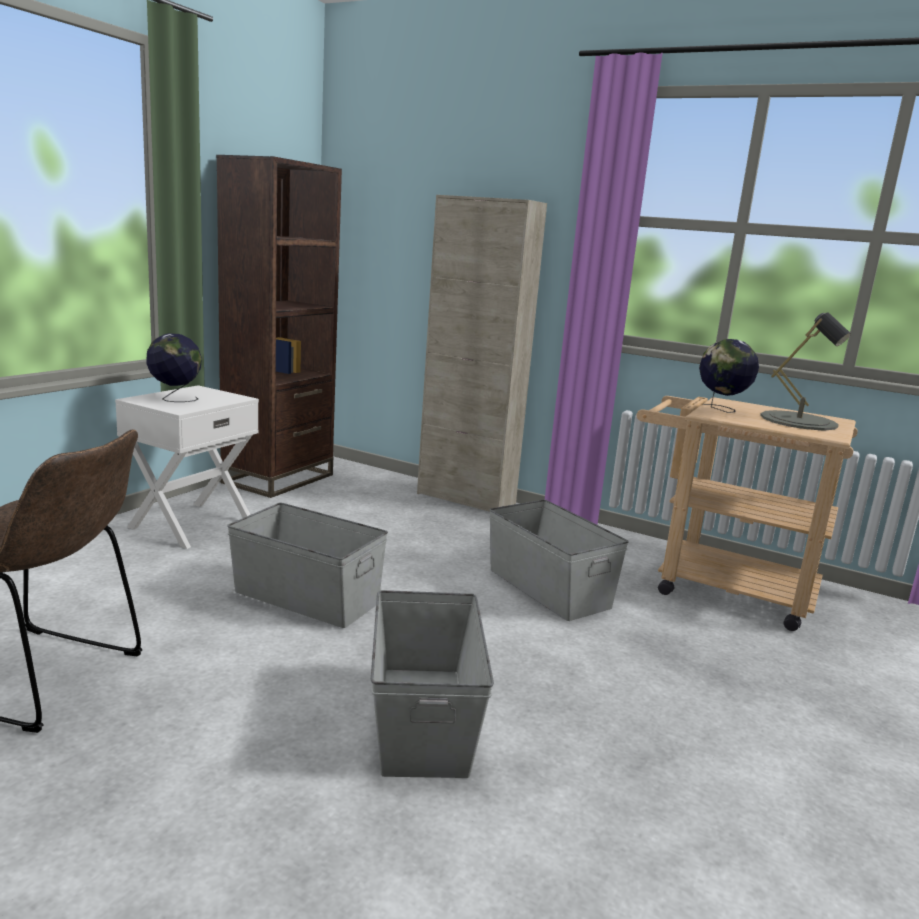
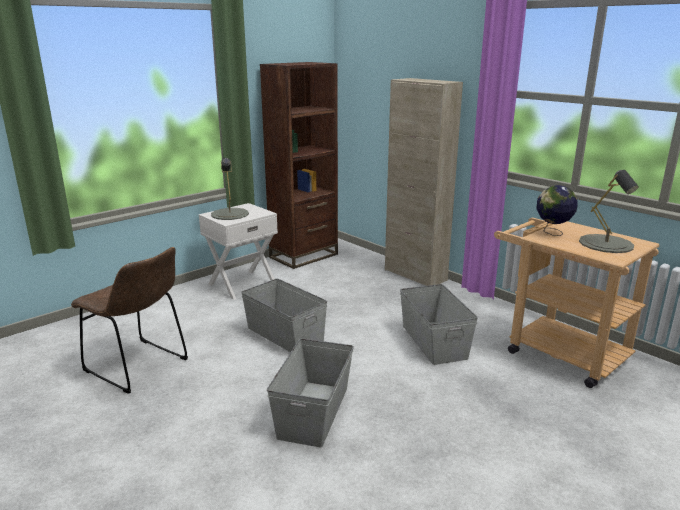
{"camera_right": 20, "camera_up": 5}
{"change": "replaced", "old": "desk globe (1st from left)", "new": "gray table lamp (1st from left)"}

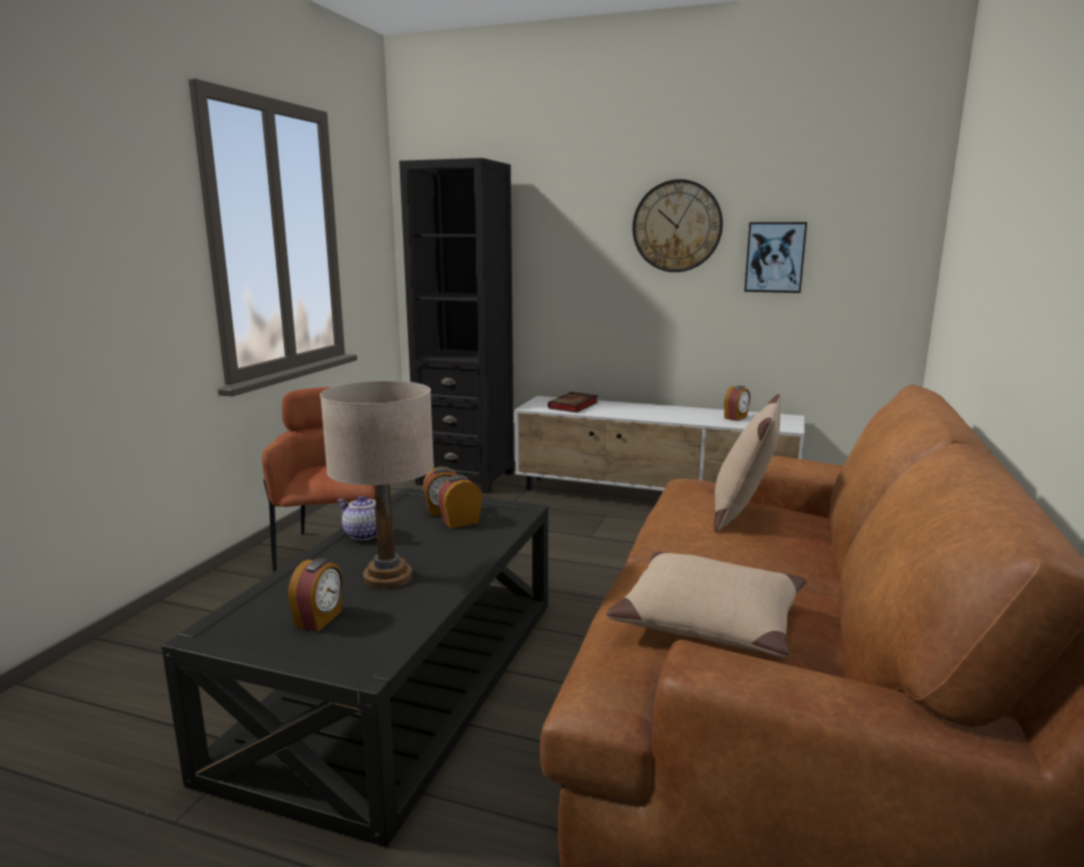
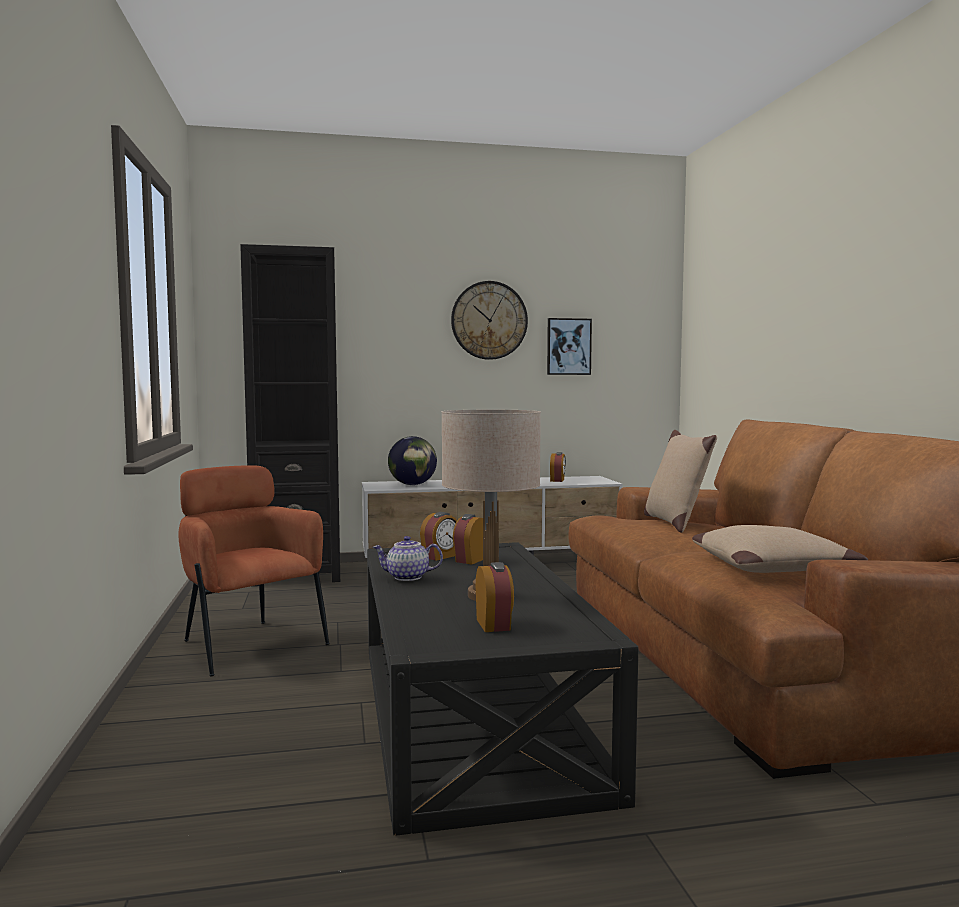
{"camera_right": -30, "camera_up": -10}
{"change": "replaced", "old": "bound book", "new": "desk globe"}

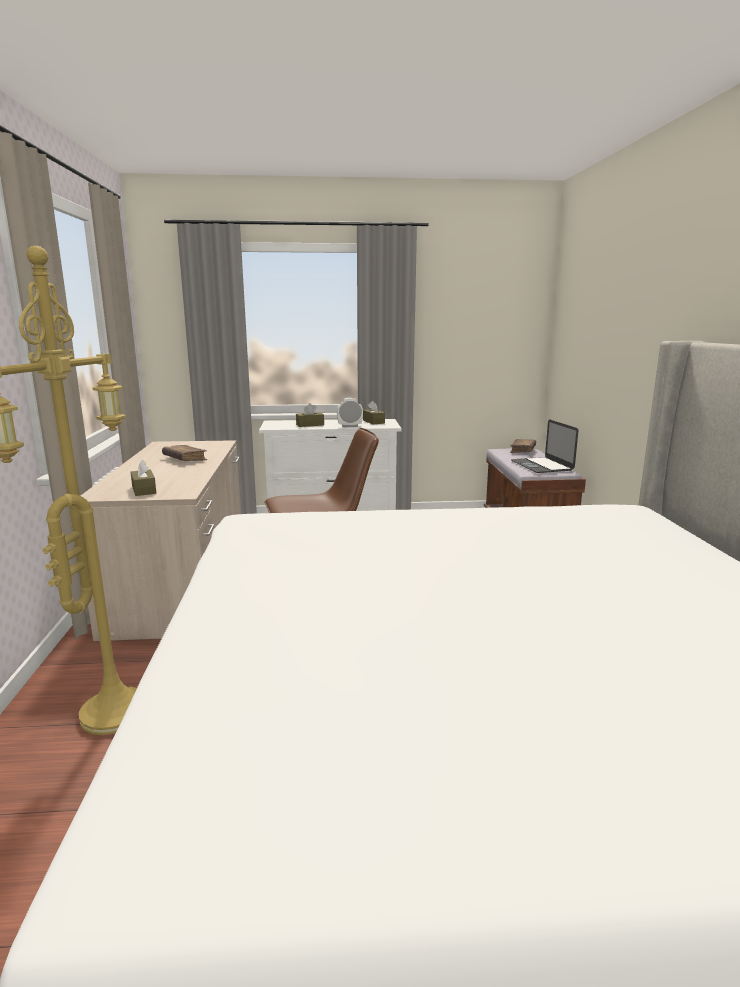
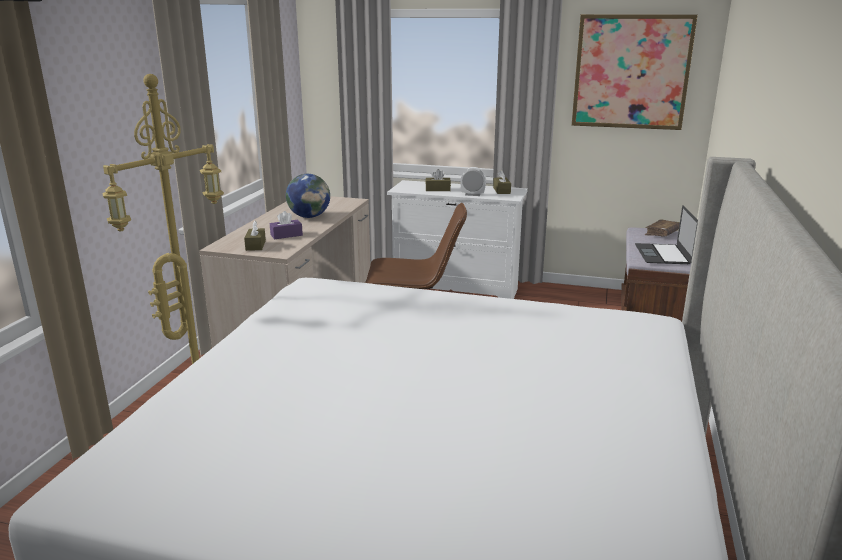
{"camera_right": 20, "camera_up": 5}
{"change": "replaced", "old": "brown bound book (1st from left)", "new": "desk globe"}
{"change": "added", "new": "wall art"}
{"change": "added", "new": "purple tissue holder"}

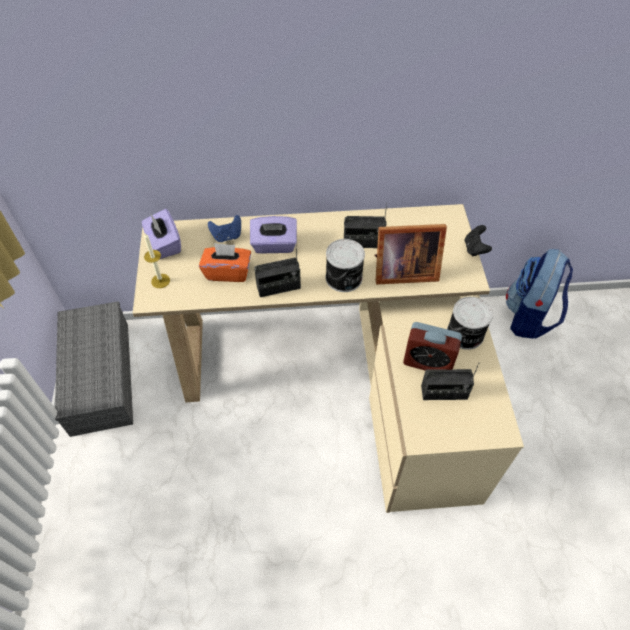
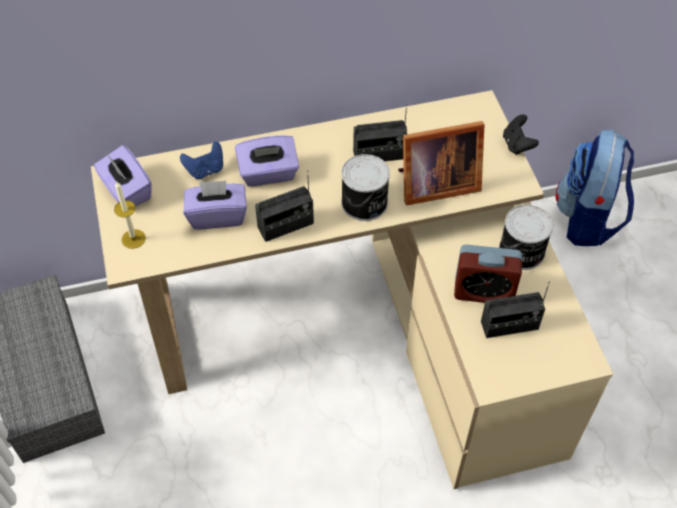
{"camera_right": -10, "camera_up": 0}
{"change": "recoloured", "old": "orange-coloured tissue holder", "new": "purple tissue holder (2nd from left)"}

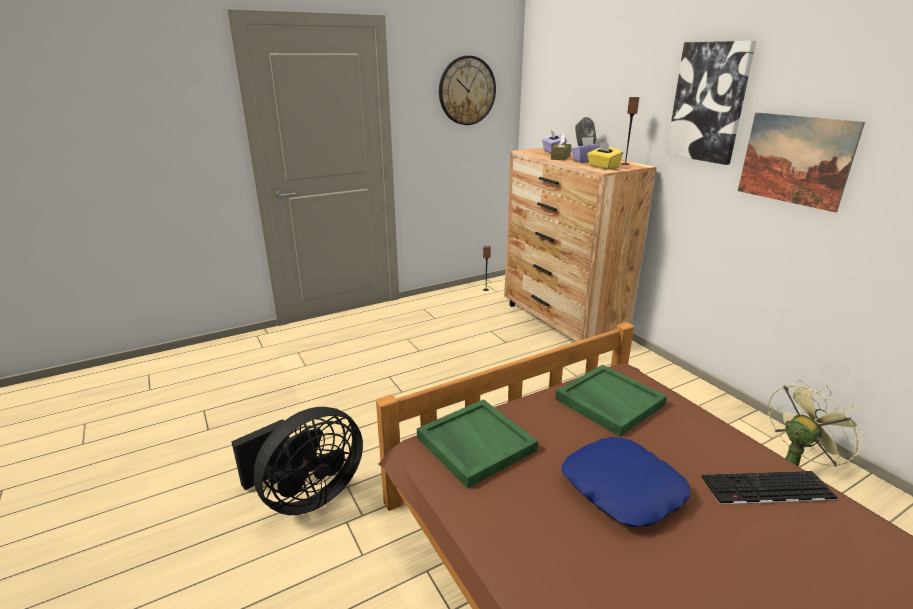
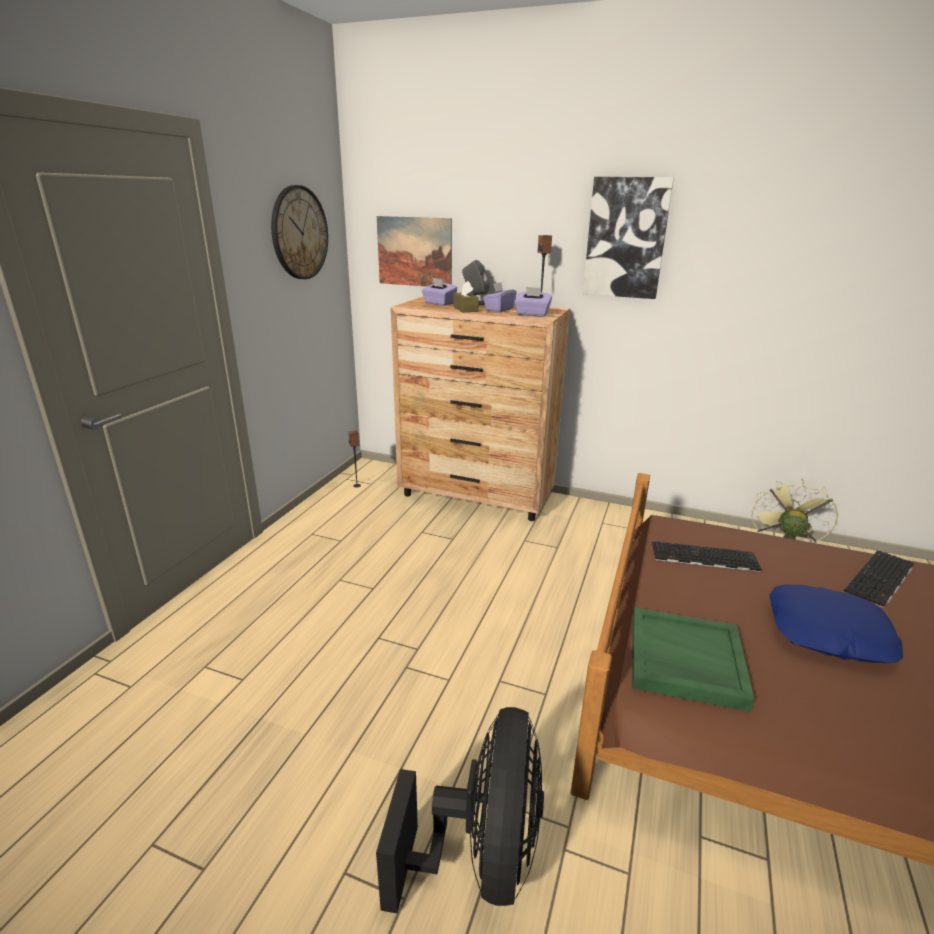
{"camera_right": -40, "camera_up": 0}
{"change": "moved", "old": "wall art (2nd from left in the first image)", "new": "wall art (1st from left)"}
{"change": "recoloured", "old": "yellow-coloured tissue holder", "new": "purple tissue holder (3rd from left)"}
{"change": "replaced", "old": "green-coloured tray (2nd from left)", "new": "PC keyboard (1st from left)"}

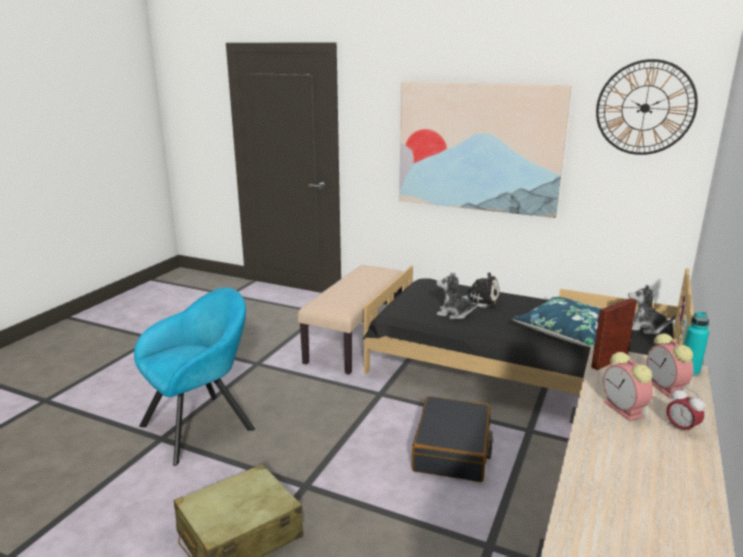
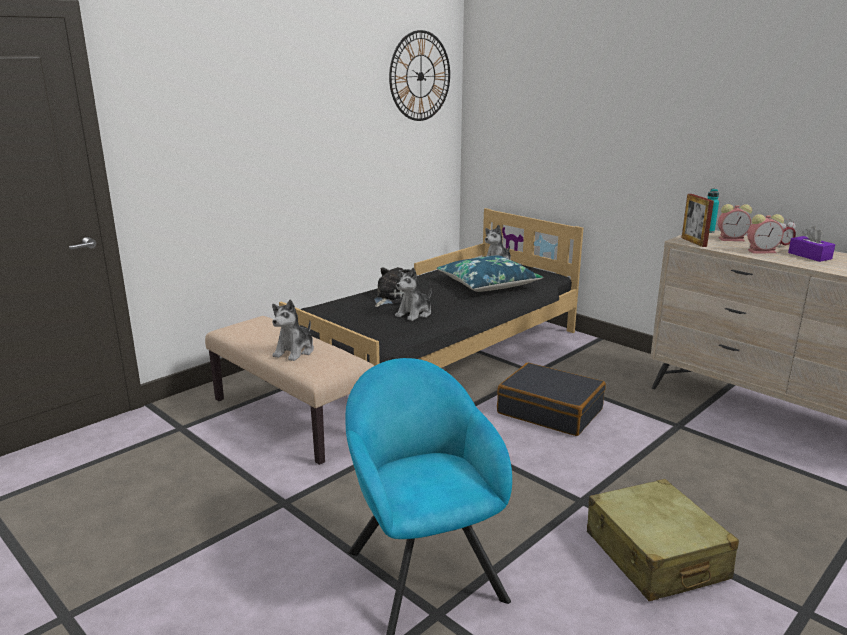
{"camera_right": -70, "camera_up": 0}
{"change": "removed", "old": "wall art"}
{"change": "added", "new": "purple tissue holder"}
{"change": "added", "new": "plush toy (1st from left)"}

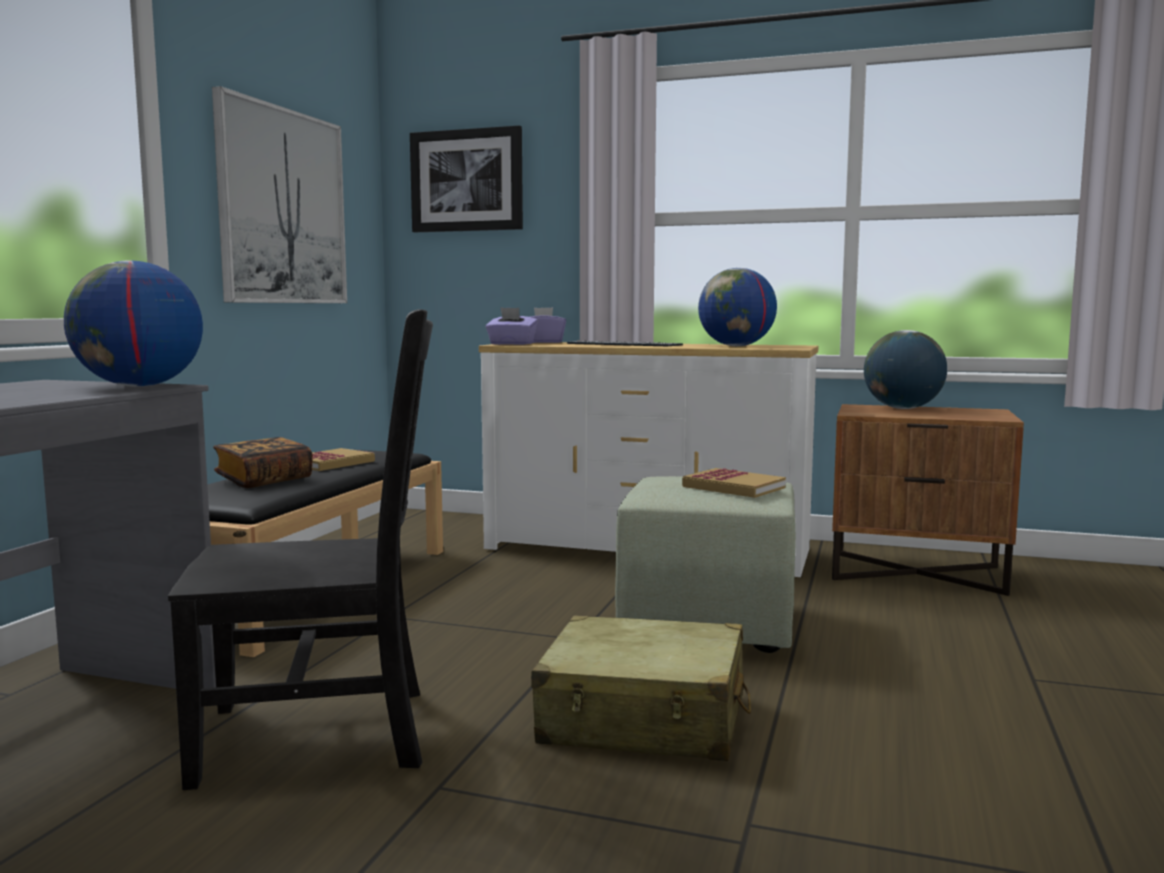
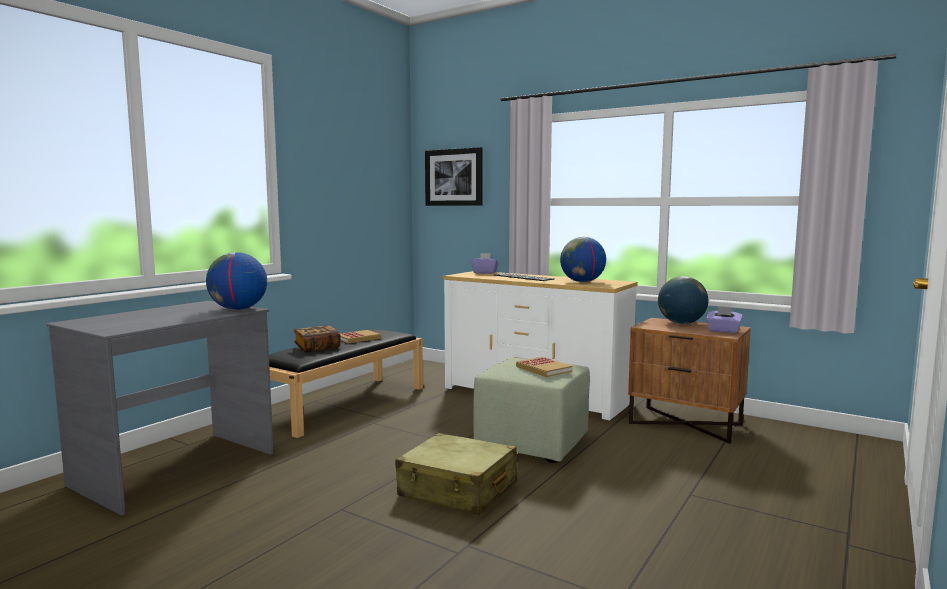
{"camera_right": 15, "camera_up": 0}
{"change": "removed", "old": "wall art (1st from left)"}
{"change": "moved", "old": "purple tissue holder (1st from left in the first image)", "new": "purple tissue holder (2nd from left)"}
{"change": "removed", "old": "black-coloured plain chair"}

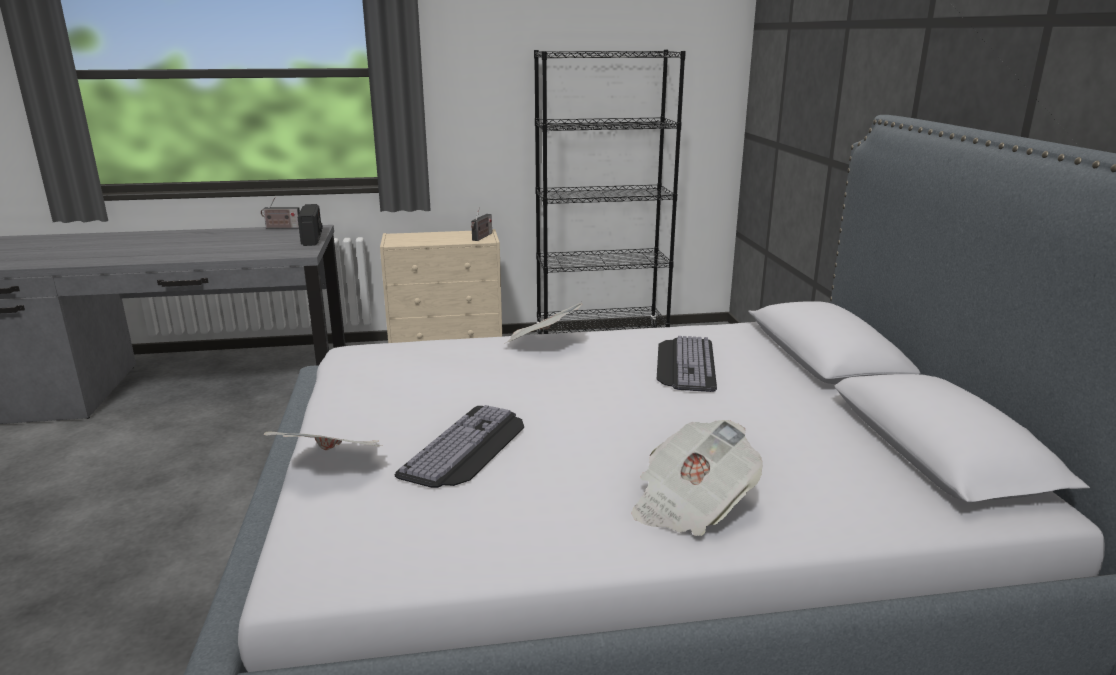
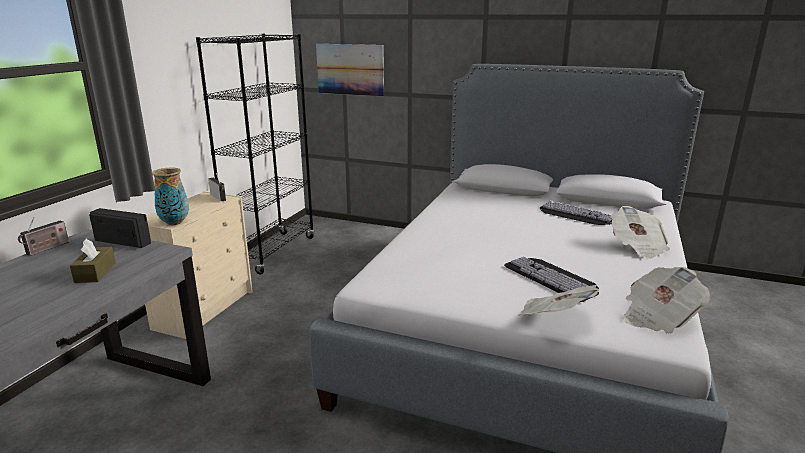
{"camera_right": -60, "camera_up": 0}
{"change": "moved", "old": "newspaper (2nd from left in the first image)", "new": "newspaper (3rd from left)"}
{"change": "moved", "old": "PC keyboard (2nd from left)"}
{"change": "added", "new": "wall art"}
{"change": "added", "new": "decorative vase"}
{"change": "added", "new": "brown tissue holder"}

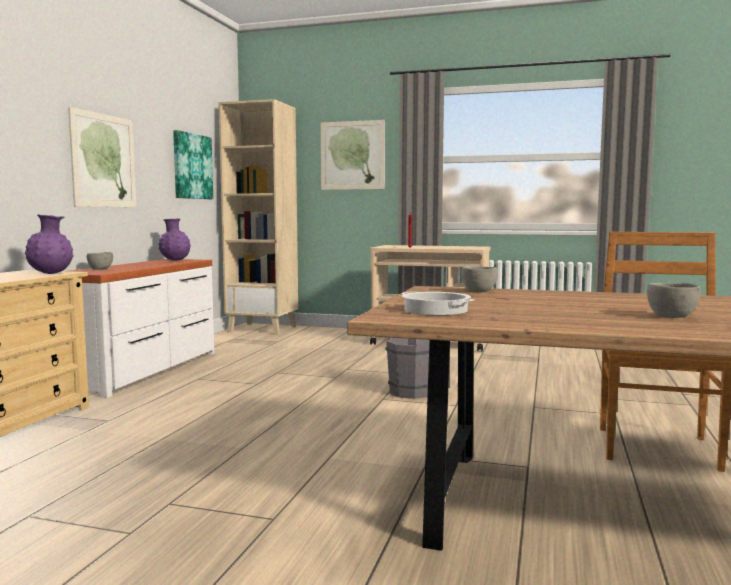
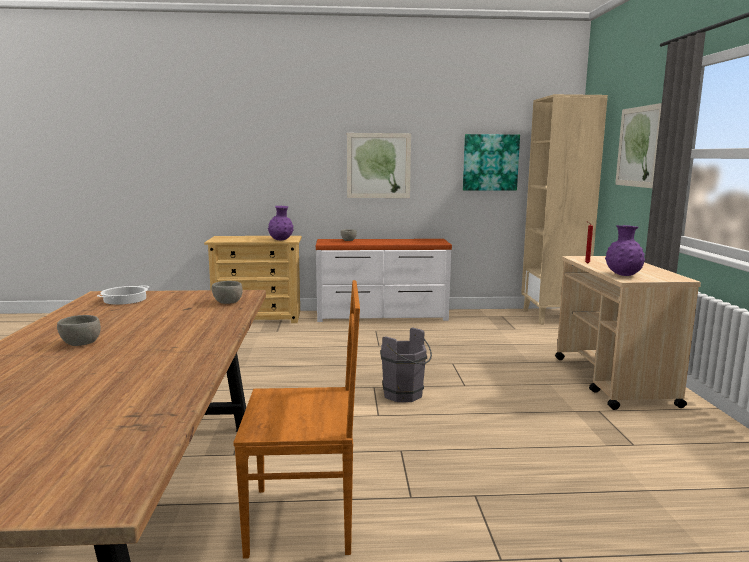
{"camera_right": 70, "camera_up": 5}
{"change": "moved", "old": "purple decorative vase (2nd from left)"}

